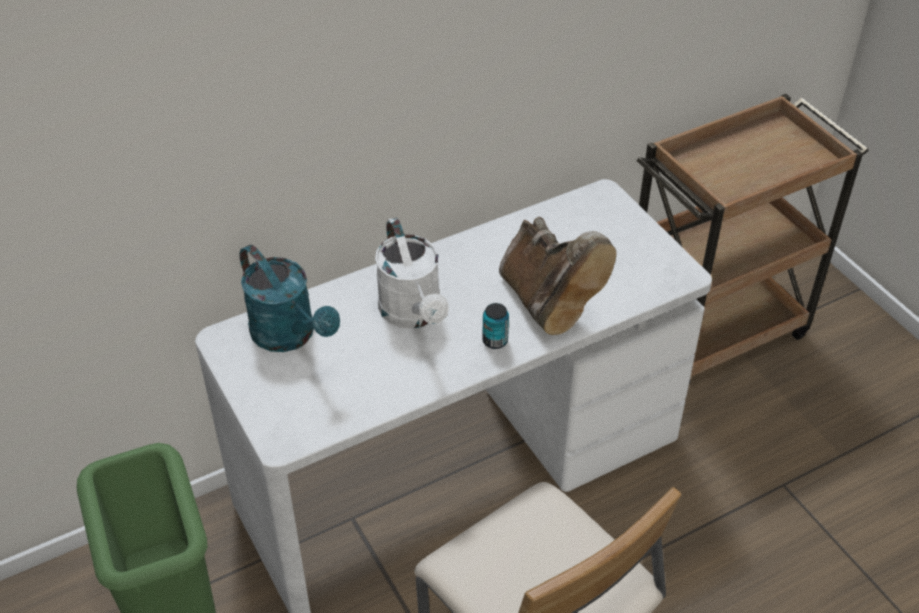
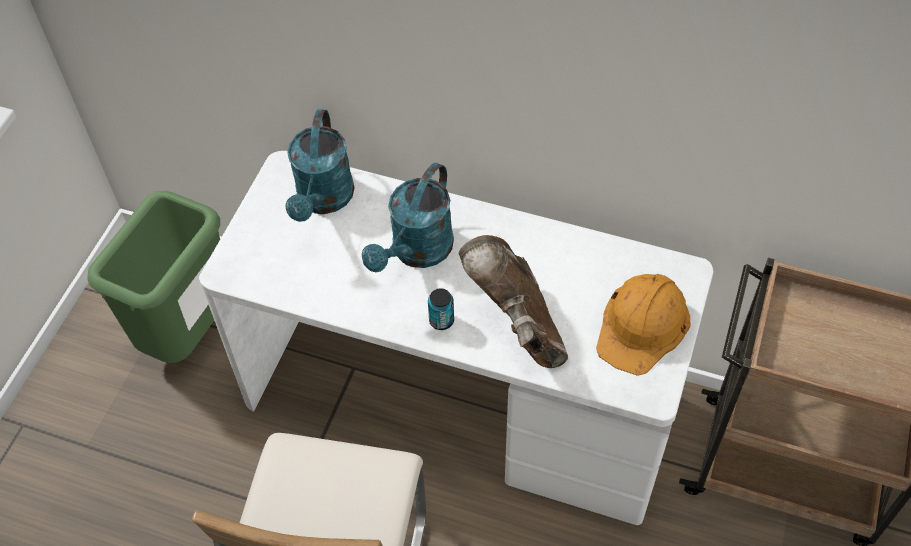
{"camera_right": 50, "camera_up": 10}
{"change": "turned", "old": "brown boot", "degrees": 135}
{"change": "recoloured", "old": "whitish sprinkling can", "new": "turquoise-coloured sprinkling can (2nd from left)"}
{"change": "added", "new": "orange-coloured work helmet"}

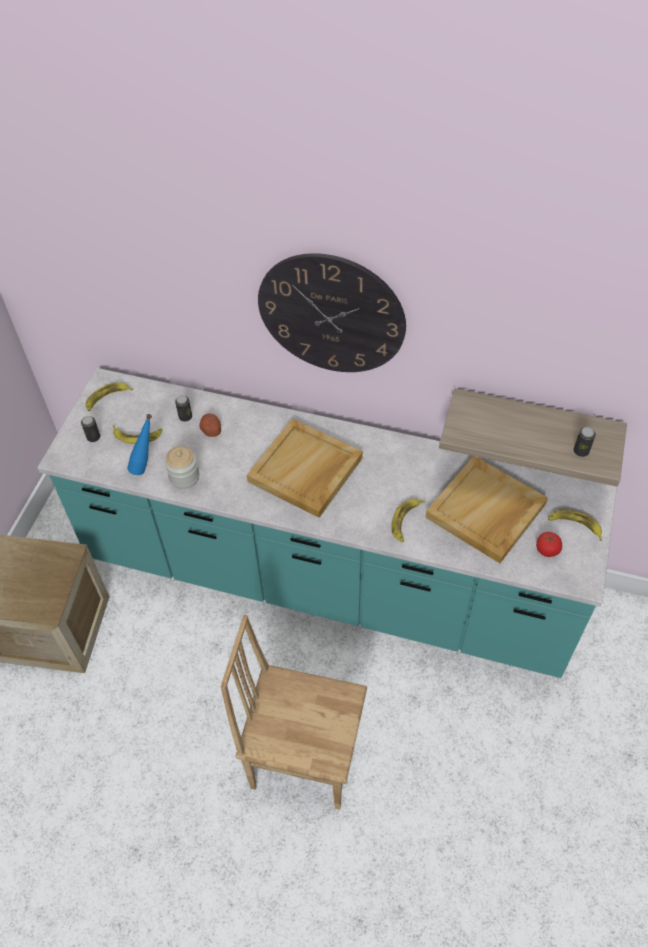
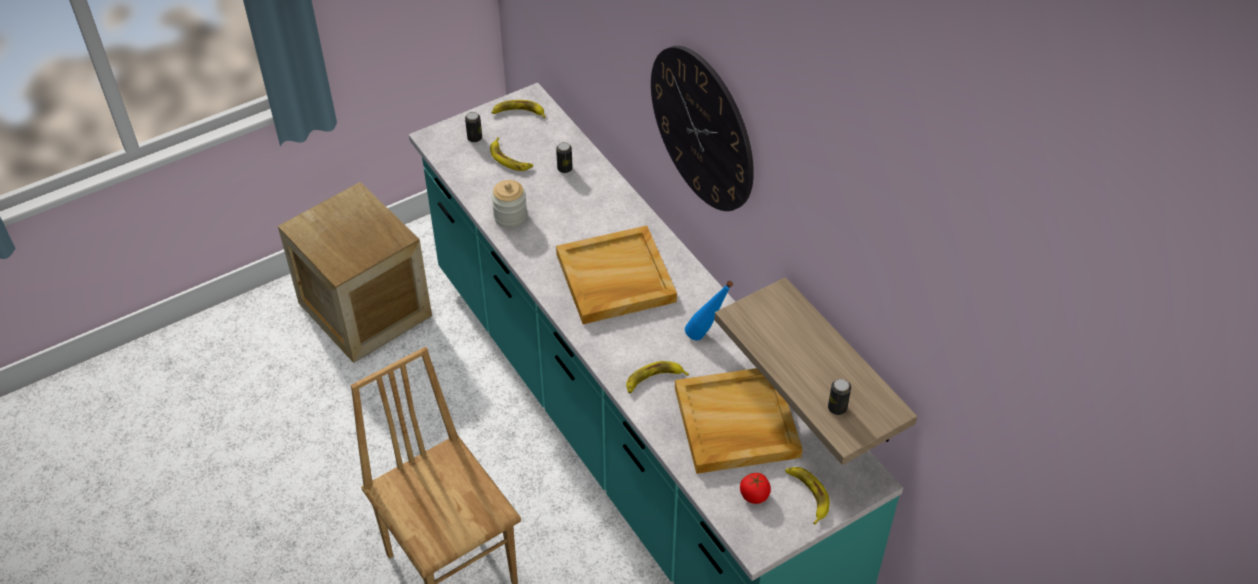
{"camera_right": 40, "camera_up": -5}
{"change": "moved", "old": "blue-coloured bottle"}
{"change": "removed", "old": "whole potato"}

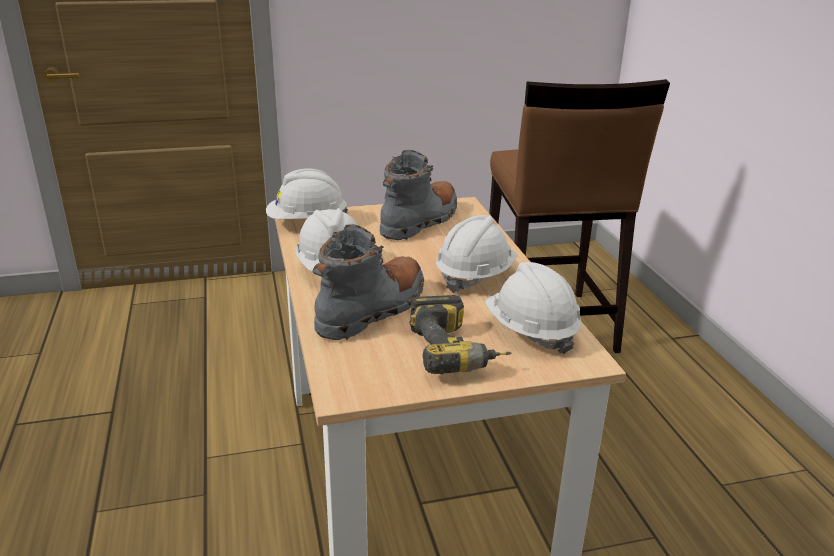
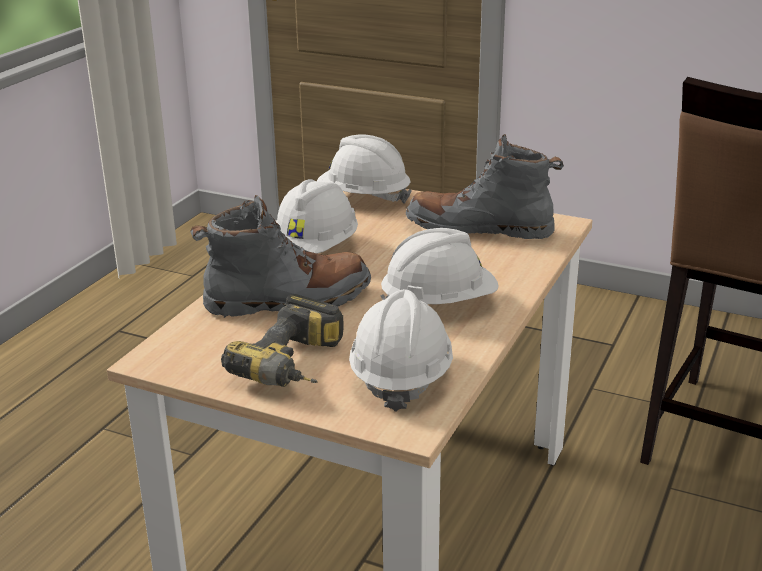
{"camera_right": 40, "camera_up": 0}
{"change": "turned", "old": "gray boot (2nd from left)", "degrees": -150}

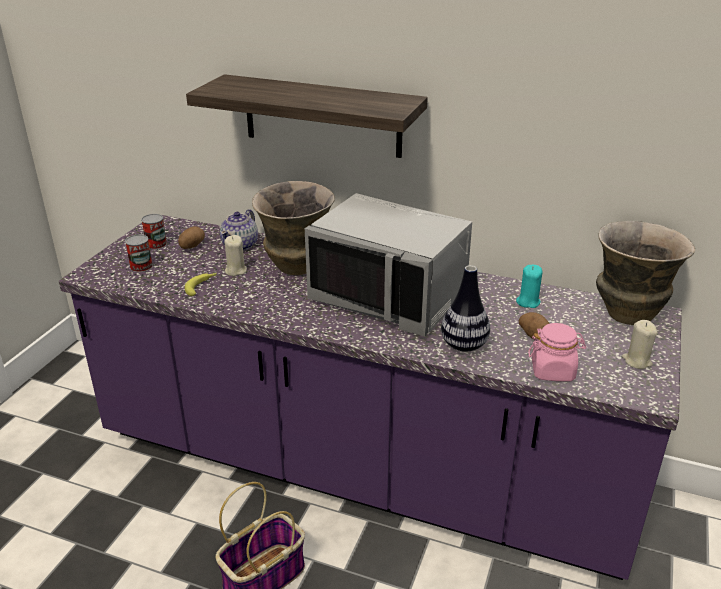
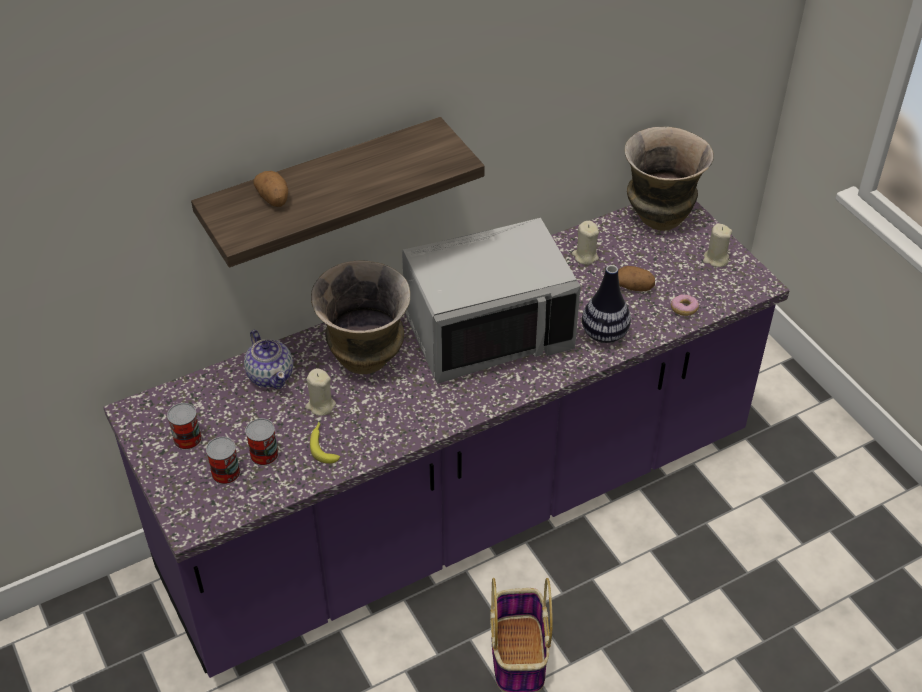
{"camera_right": -50, "camera_up": 15}
{"change": "moved", "old": "whole potato (1st from left)"}
{"change": "recoloured", "old": "turquoise-coloured wax candle", "new": "sand-coloured wax candle (2nd from left)"}
{"change": "replaced", "old": "pink storage jar", "new": "doughnut"}
{"change": "added", "new": "metal can (3rd from left)"}

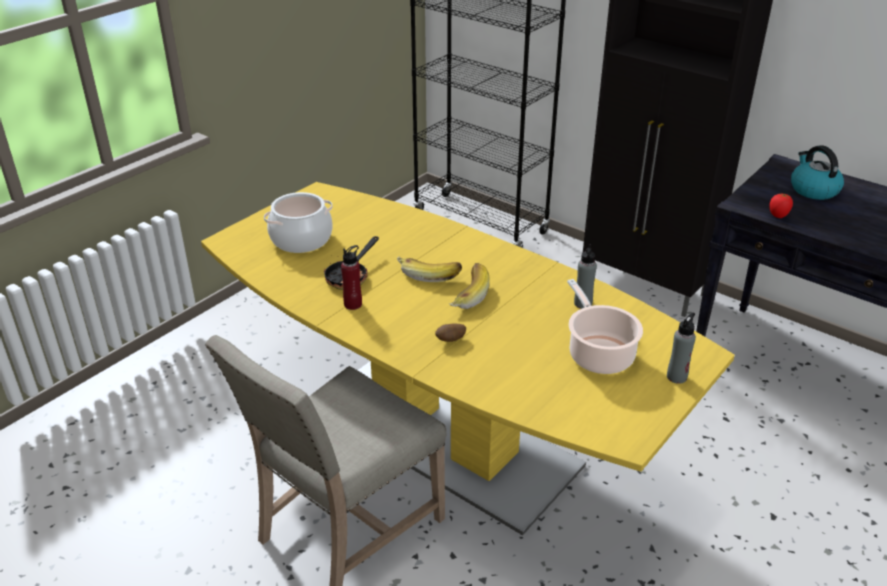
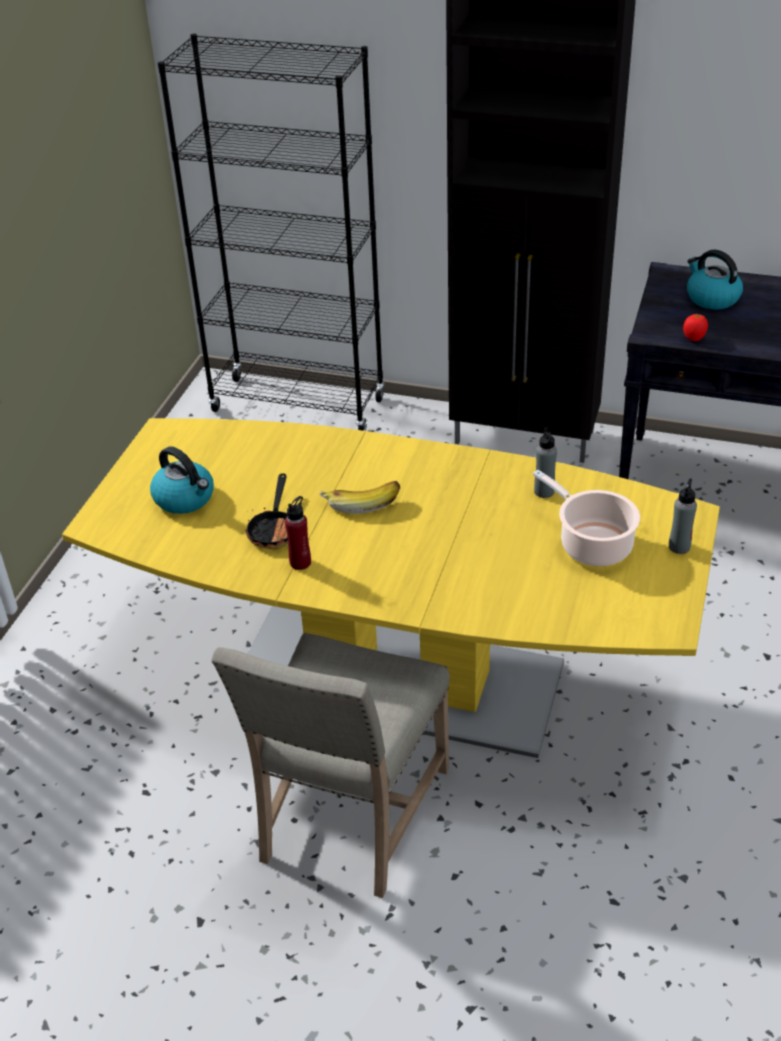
{"camera_right": -20, "camera_up": 5}
{"change": "replaced", "old": "saucepot (1st from left)", "new": "tea kettle (1st from left)"}
{"change": "removed", "old": "whole banana (2nd from left)"}
{"change": "removed", "old": "whole potato"}

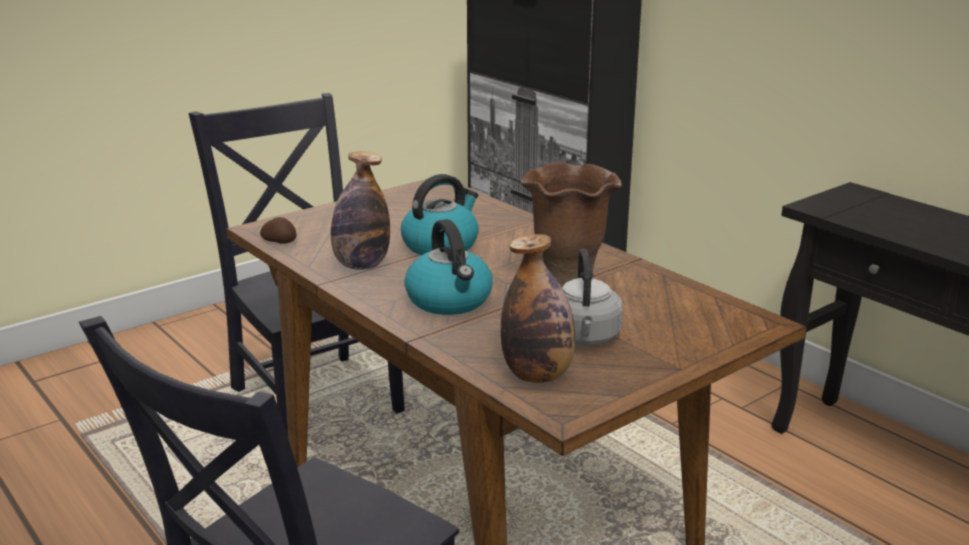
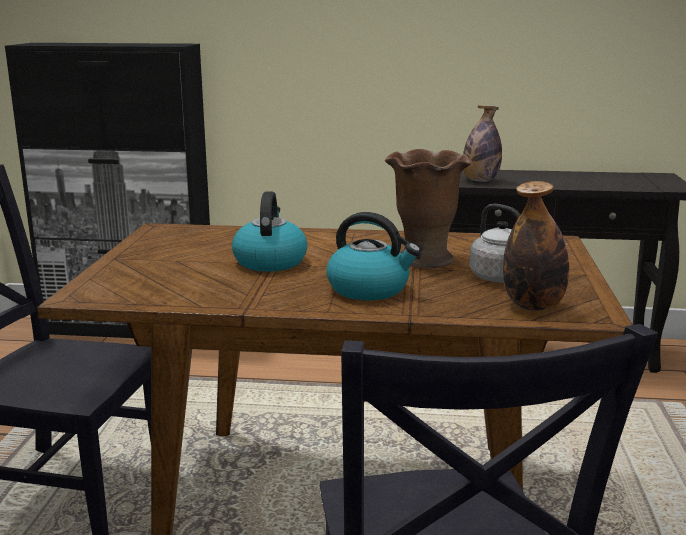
{"camera_right": -45, "camera_up": -5}
{"change": "moved", "old": "bottle (1st from left)"}
{"change": "removed", "old": "whole potato"}

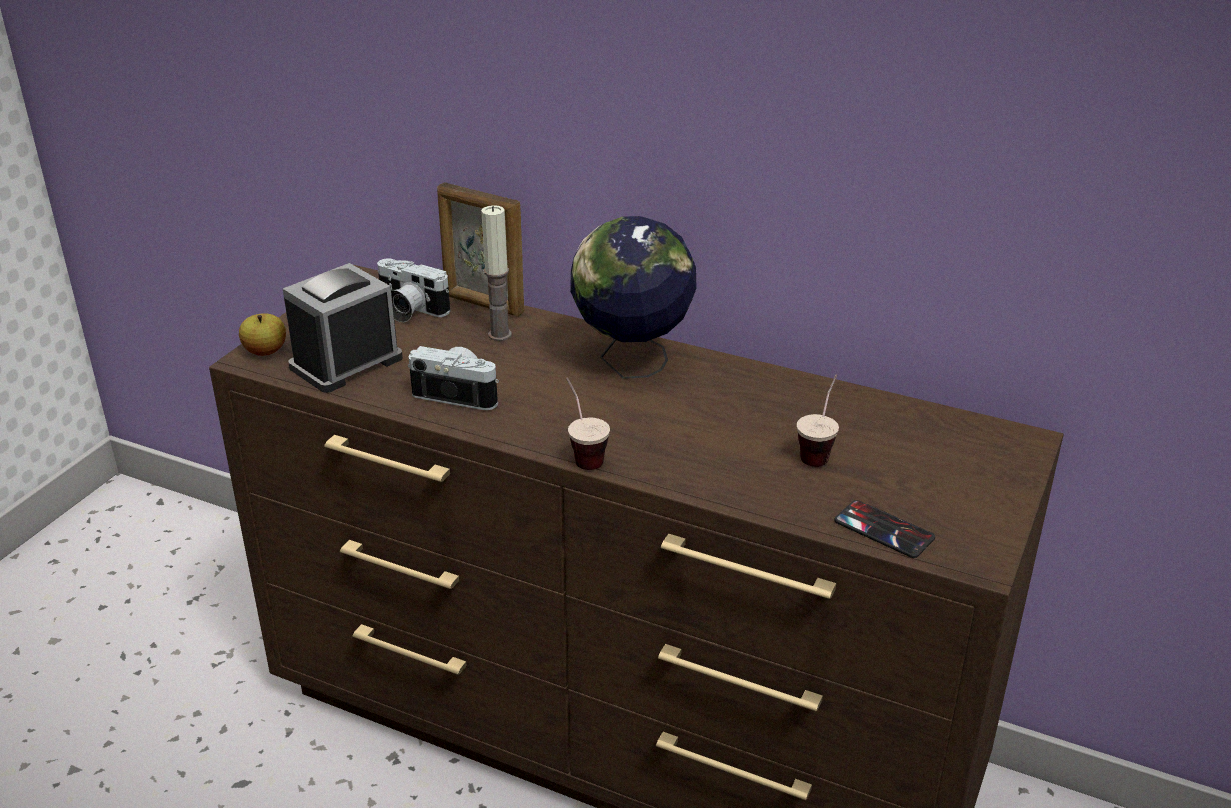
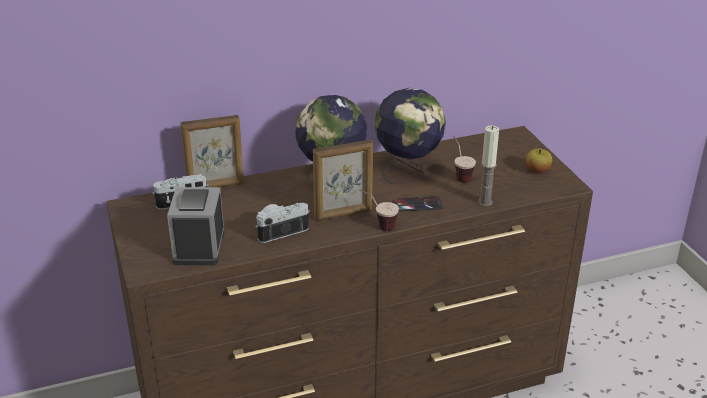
{"camera_right": -45, "camera_up": 0}
{"change": "moved", "old": "wax candle"}
{"change": "moved", "old": "apple"}
{"change": "moved", "old": "phone"}
{"change": "added", "new": "desk globe (2nd from left)"}
{"change": "added", "new": "standing frame (2nd from left)"}

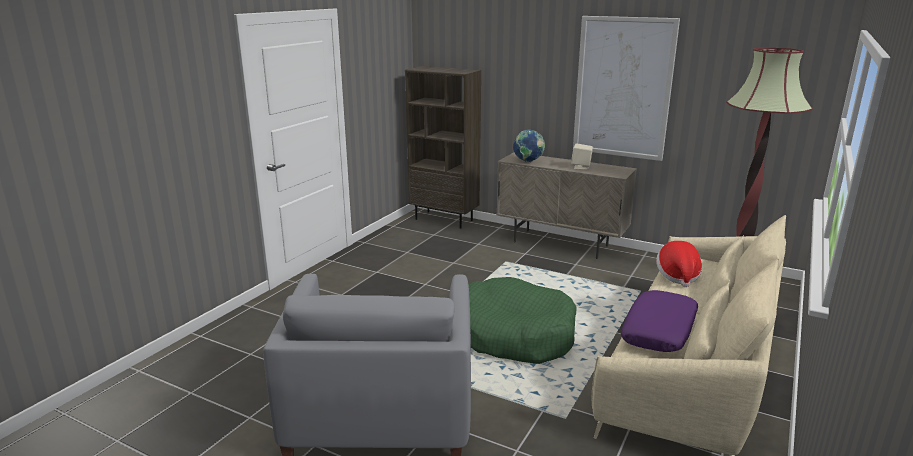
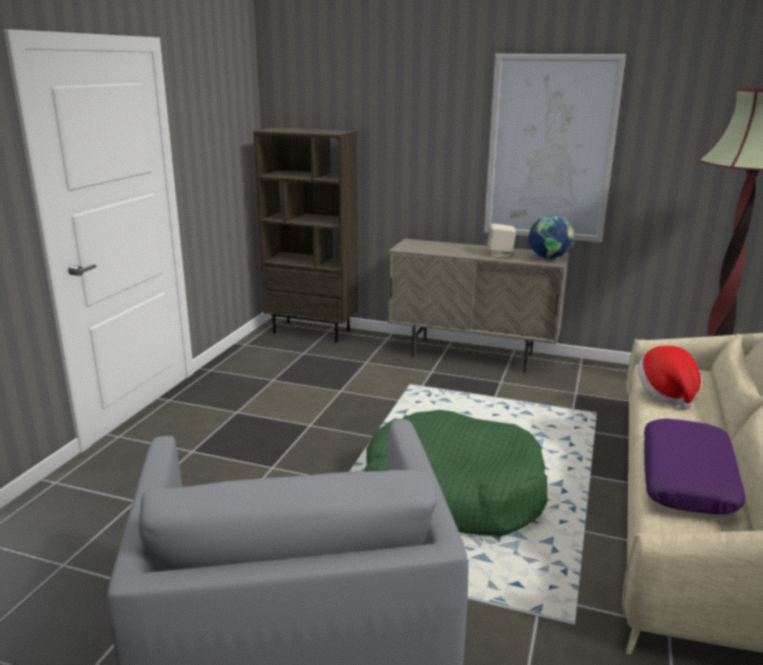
{"camera_right": -10, "camera_up": 0}
{"change": "moved", "old": "desk globe"}

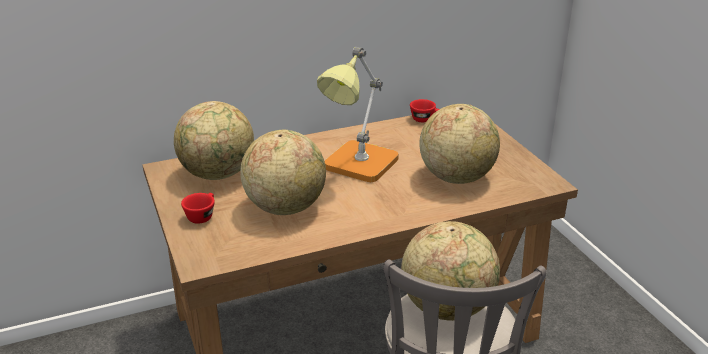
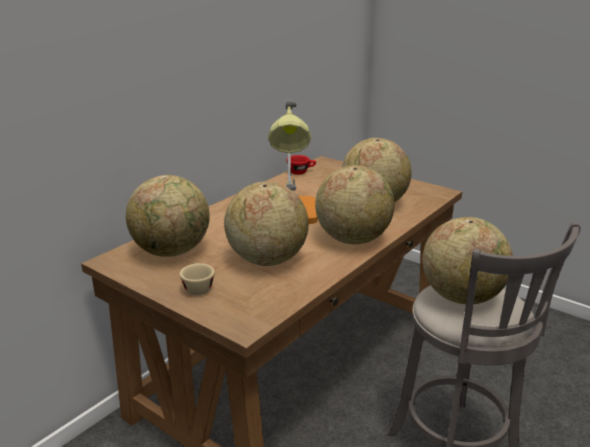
{"camera_right": -30, "camera_up": -5}
{"change": "recoloured", "old": "red drinking cup (1st from left)", "new": "sand-coloured drinking cup"}
{"change": "added", "new": "desk globe (3rd from left)"}

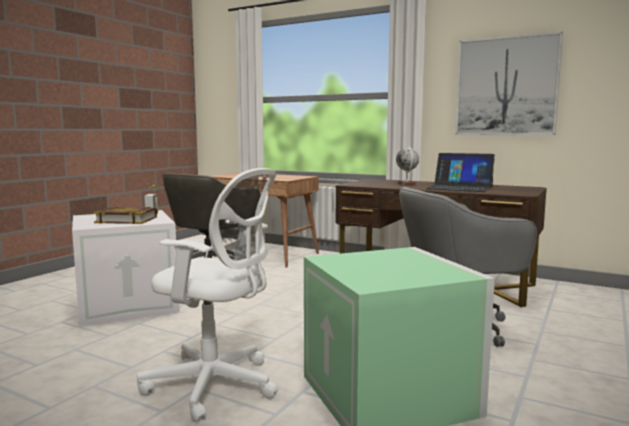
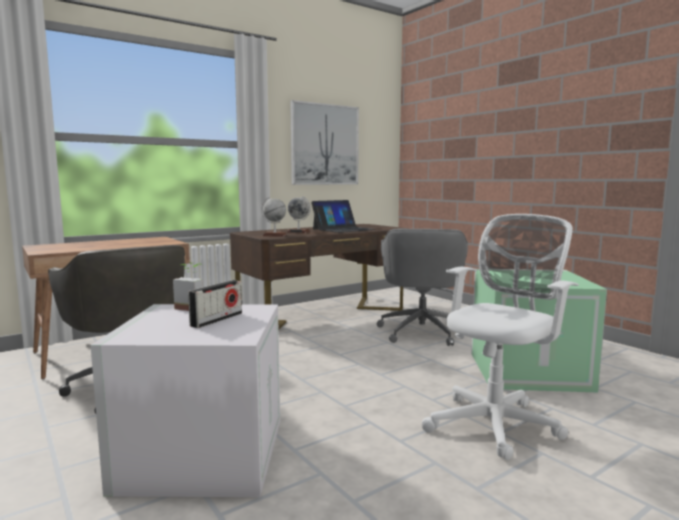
{"camera_right": -65, "camera_up": 0}
{"change": "replaced", "old": "bound book", "new": "radio"}
{"change": "added", "new": "desk globe (1st from left)"}

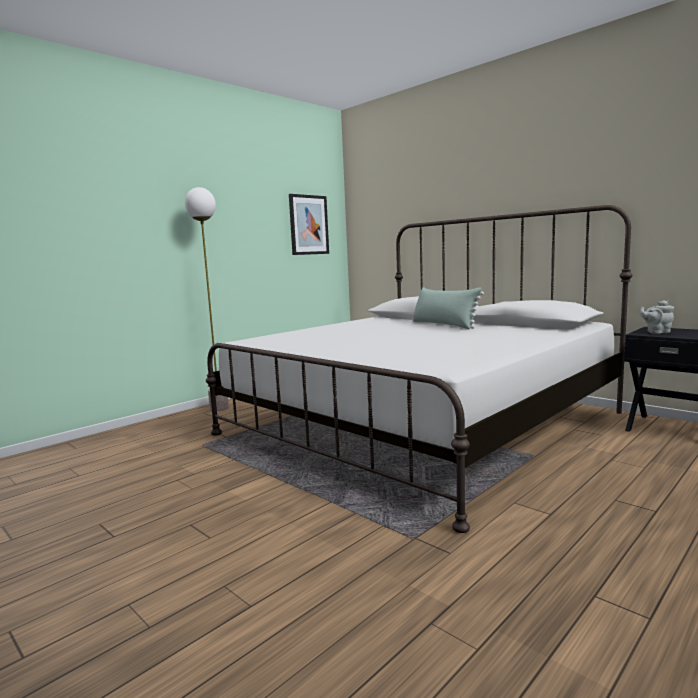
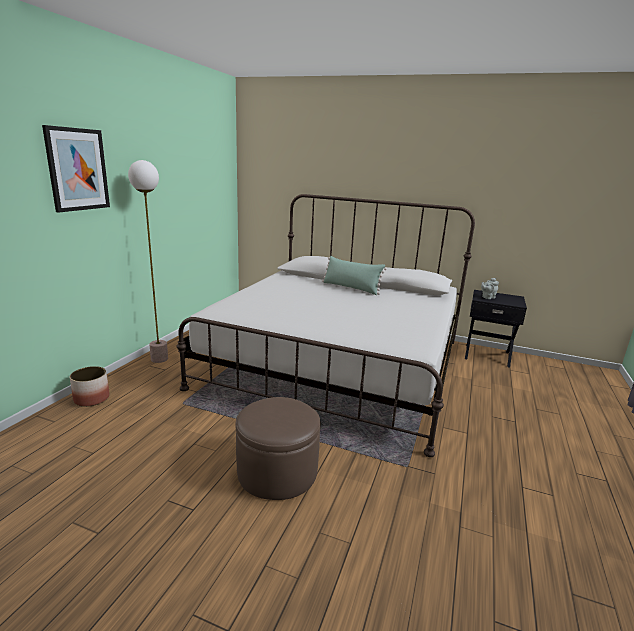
{"camera_right": -25, "camera_up": 10}
{"change": "moved", "old": "wall art"}
{"change": "added", "new": "plant pot"}
{"change": "added", "new": "brown ottoman"}

